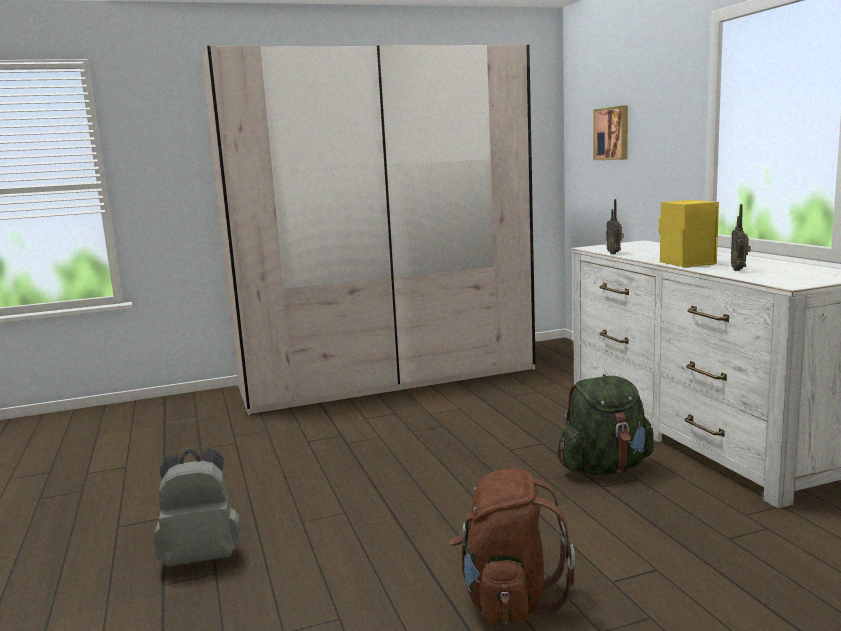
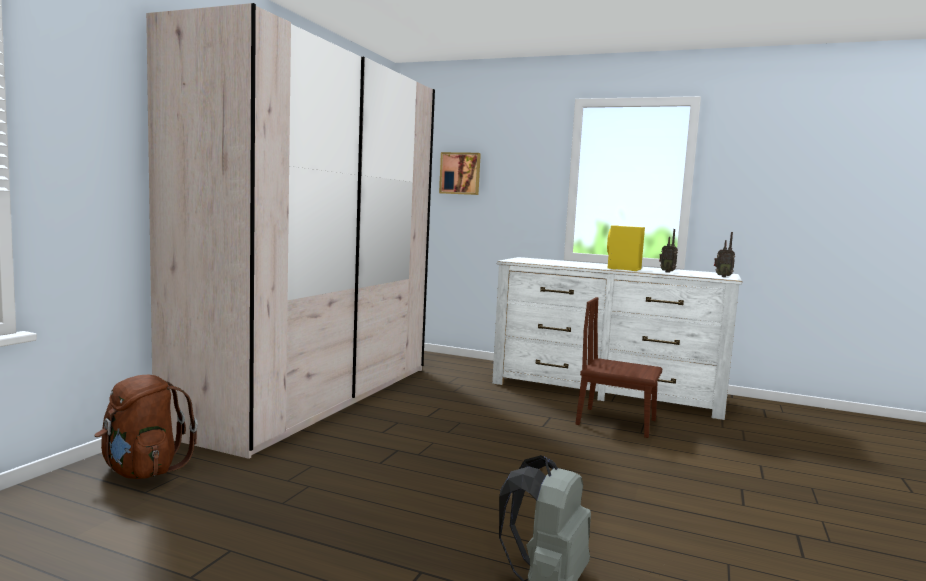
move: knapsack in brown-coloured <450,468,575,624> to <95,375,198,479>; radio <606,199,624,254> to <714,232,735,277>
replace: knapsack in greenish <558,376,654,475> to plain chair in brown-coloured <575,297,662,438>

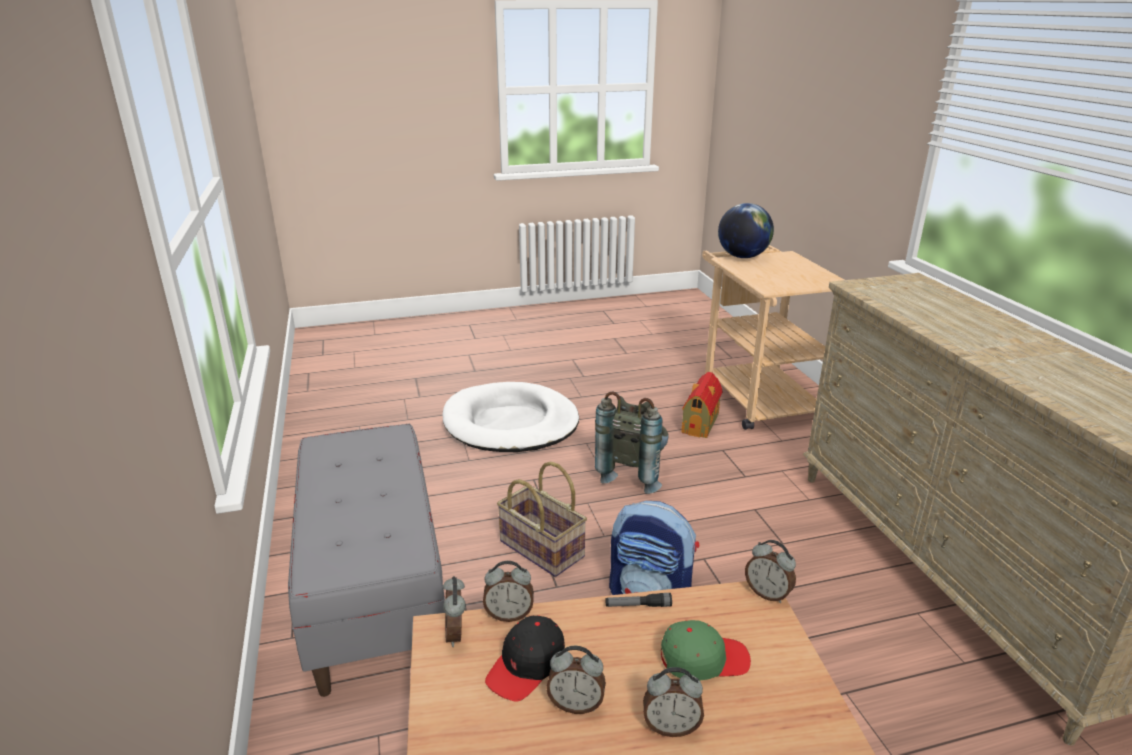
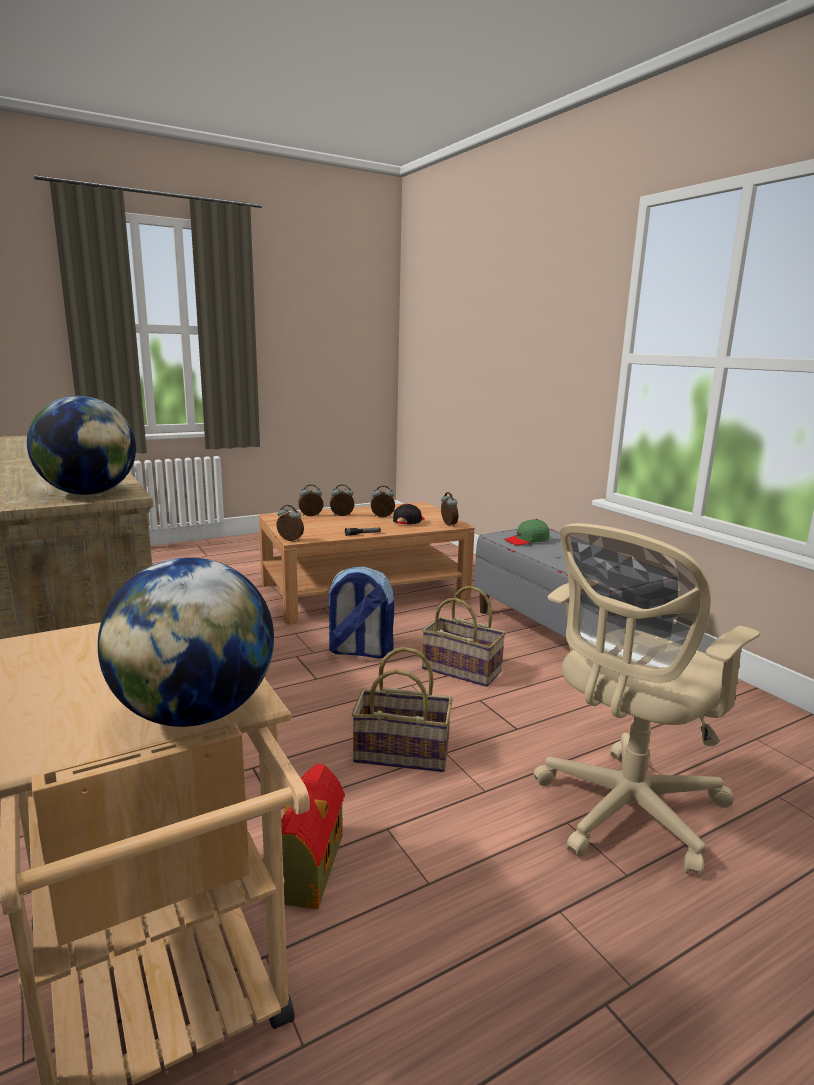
insert: globe <27,396,136,495>
move: bedside clock <483,561,534,622> to <298,484,323,516>; cap in greenish <661,620,751,681> to <504,519,549,545>
replace: dog cushion in whitish <442,382,579,452> to desk chair in sand-coloured <533,523,760,877>; knapsack in greyish <595,391,669,494> to storage basket <351,647,452,772>

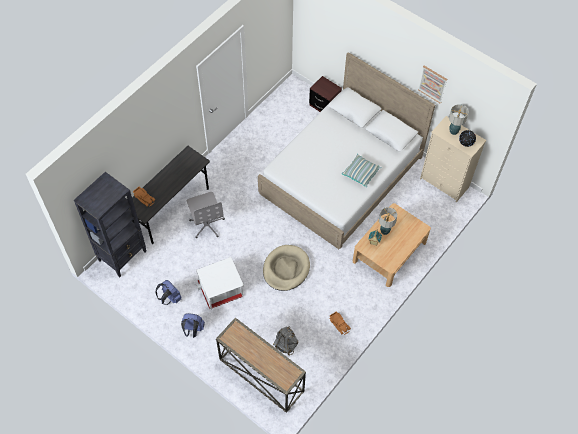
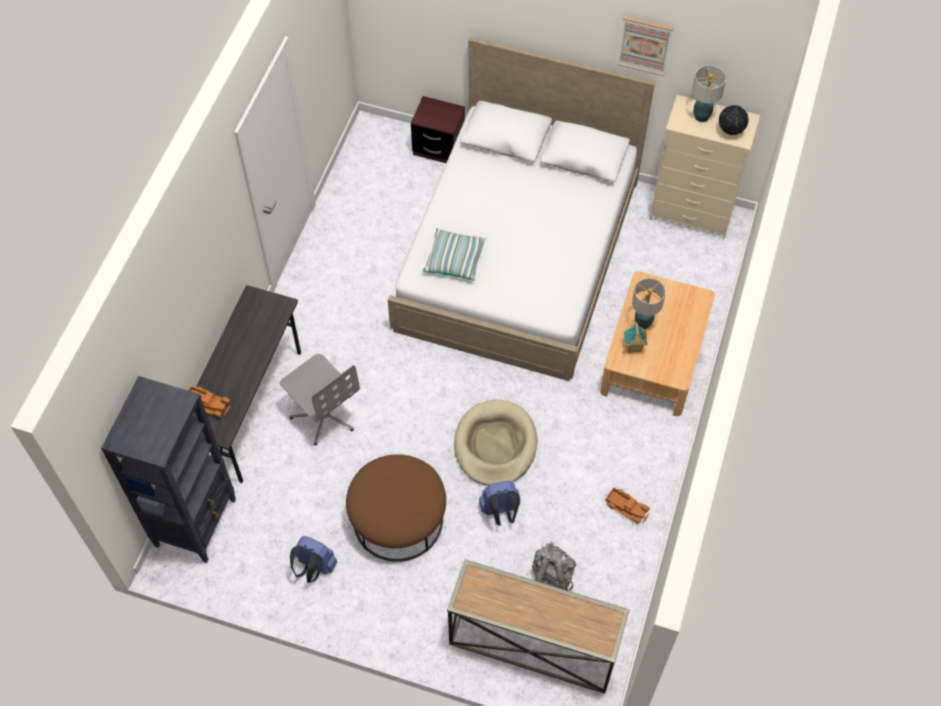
move: knapsack in blue-coloured <181,313,205,338> to <479,481,520,526>; pillow <342,154,381,187> to <422,228,487,281>
replace: storage container in whitish <196,257,244,310> to ottoman in brown-coloured <346,454,446,562>

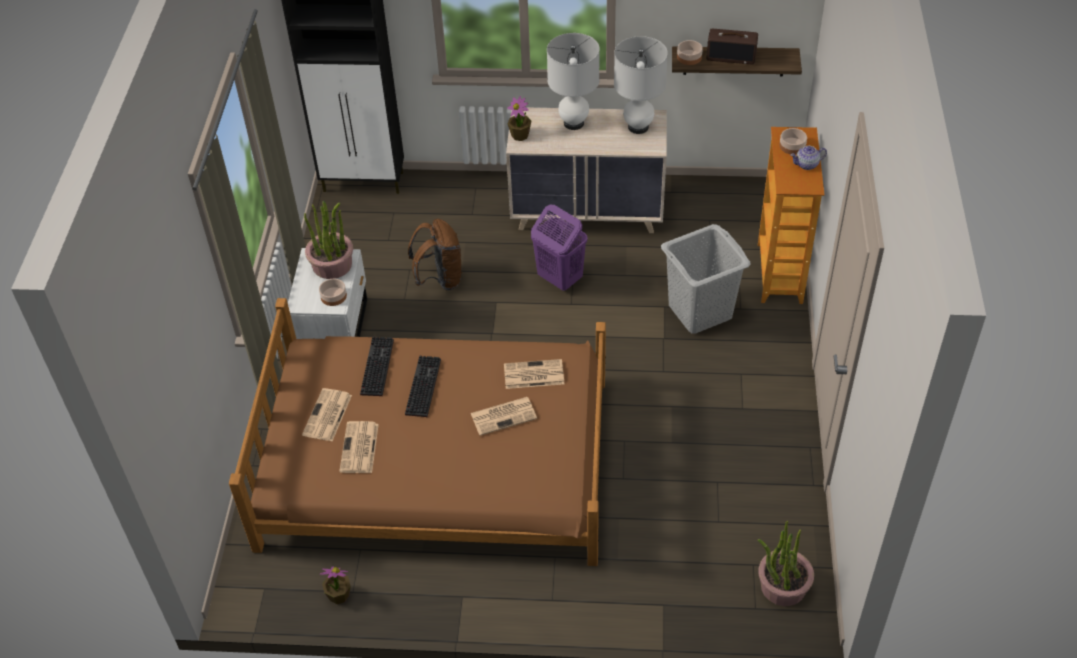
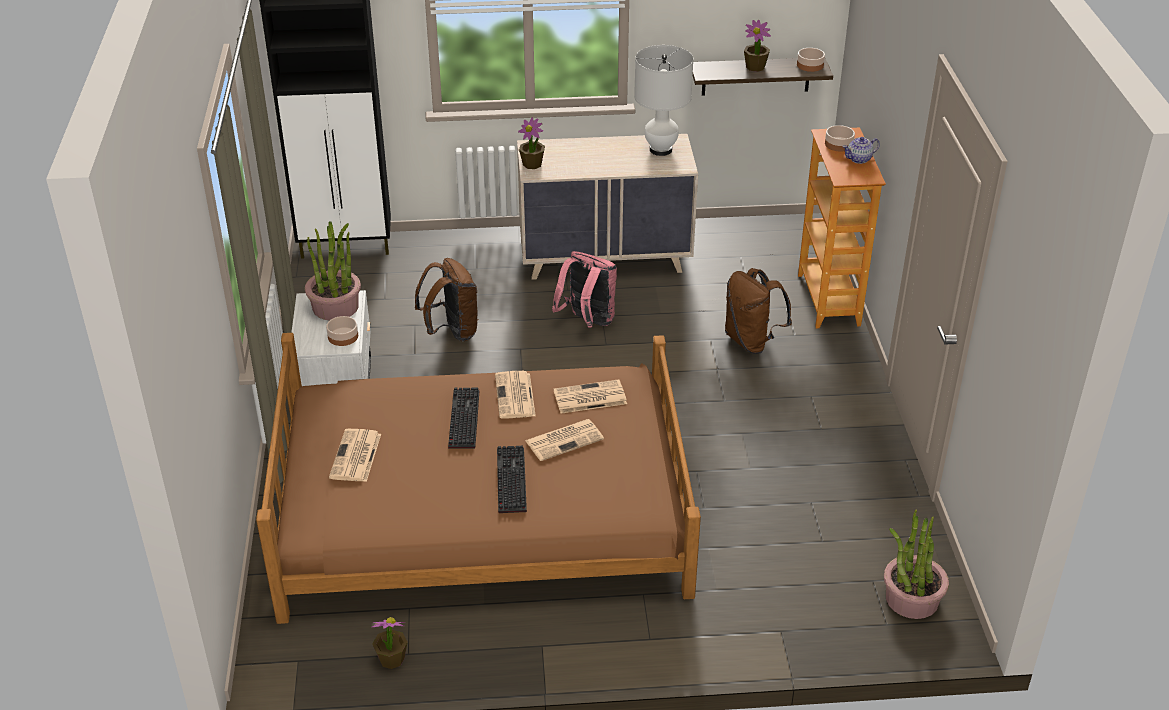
delete: lamp for a table in whitish <547,33,600,130>
move: printed paper <339,421,379,473> to <495,371,536,419>; PC keyboard <360,337,394,396> to <497,446,527,513>; serving bowl <677,40,703,65> to <797,48,825,72>
replace: hamper in purple-coloured <531,205,587,291> to knapsack in pink <552,251,617,327>; hamper in greyish <661,224,751,334> to knapsack in brown-coloured <725,268,792,354>; radio <706,29,758,64> to plant in a pot <744,20,771,72>

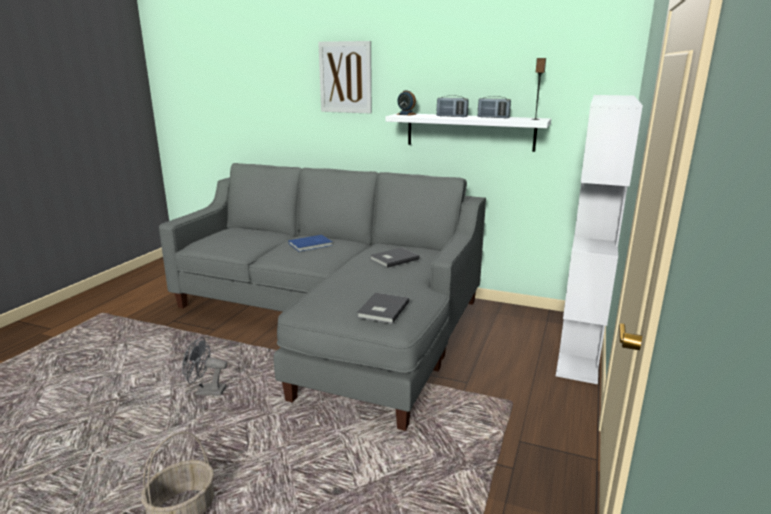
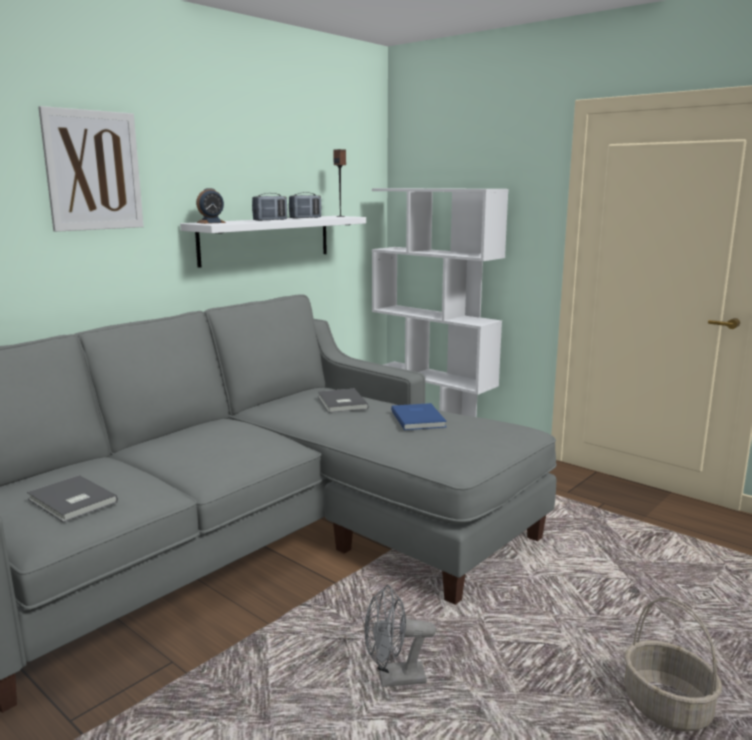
move: book in blue-coloured <289,235,333,252> to <391,403,447,430>; book in greyish <357,293,409,324> to <27,475,118,523>
rotate: fan in greyish <182,337,227,396> = <364,585,436,687> 60 degrees clockwise

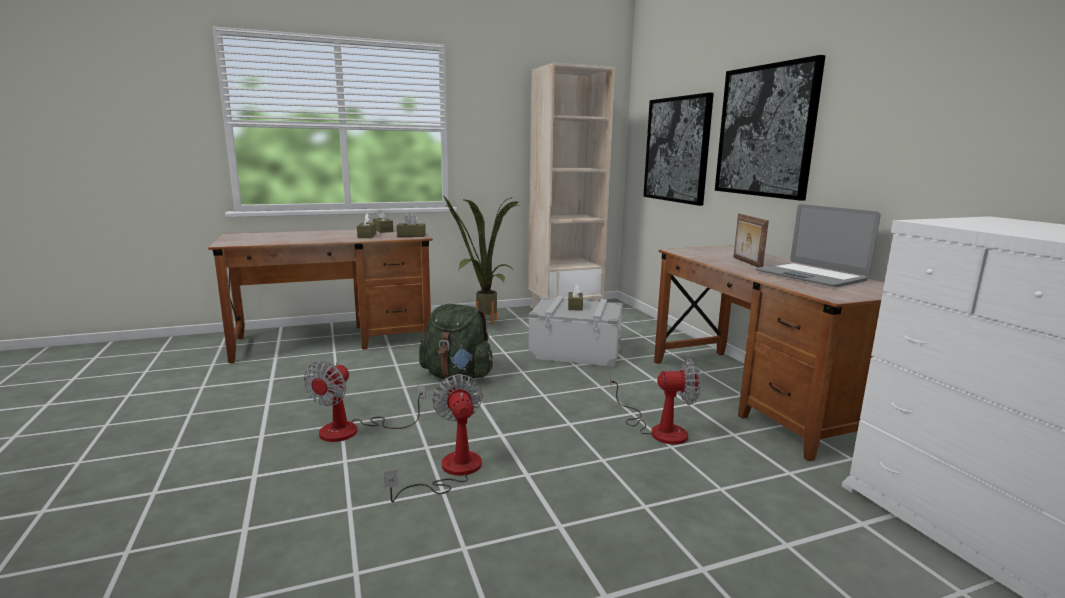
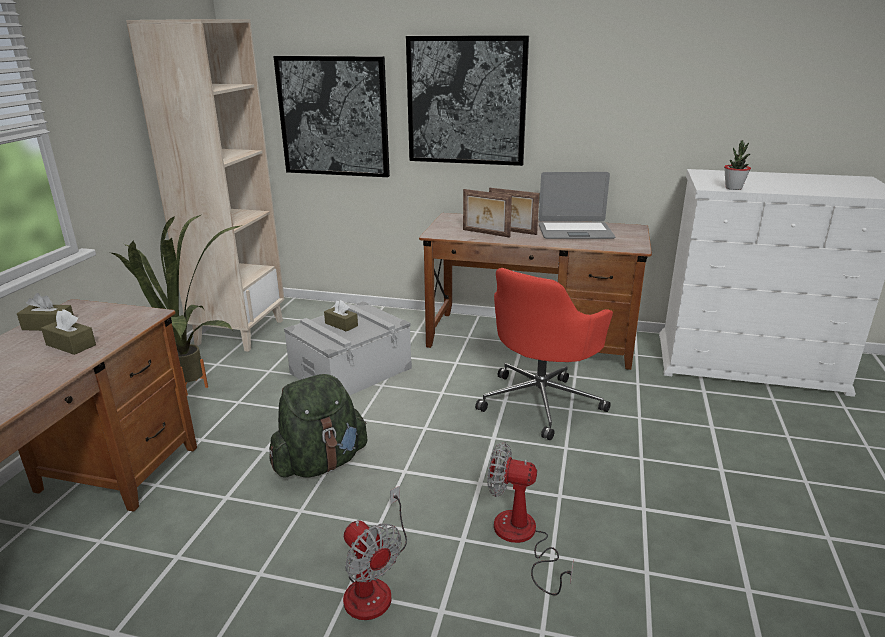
delete: tissue holder in brown-coloured <397,213,426,237>
insert: photo frame <463,189,512,238>; plant in a pot <724,140,751,190>
replace: fan <610,359,701,445> to desk chair in red-coloured <475,268,613,440>

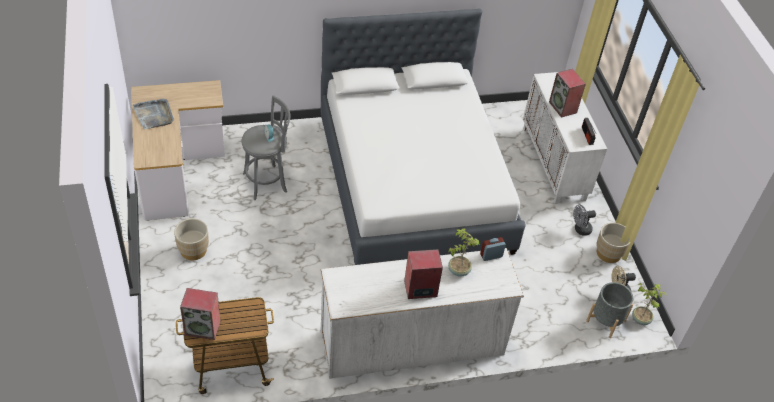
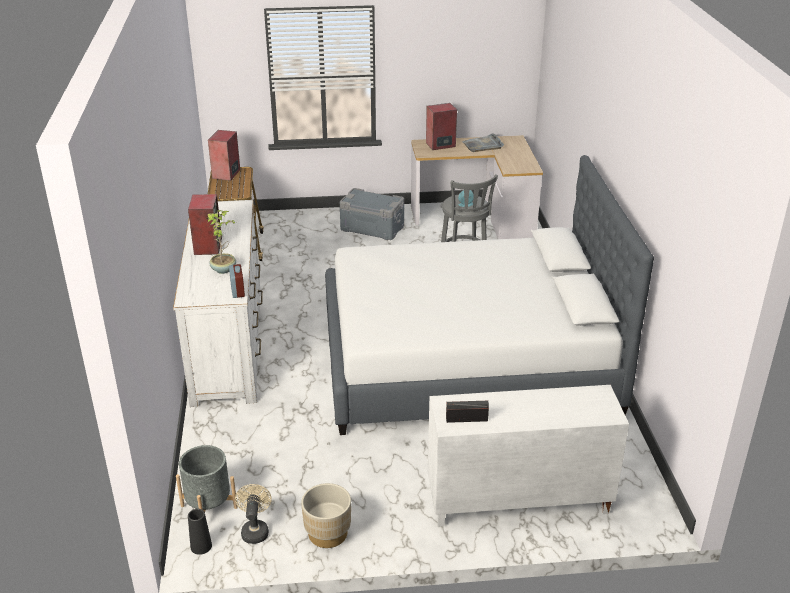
delete: fan in greyish <573,205,596,236>
move: speaker <549,69,586,118> to <426,103,457,150>
replace: plant pot in sand-coloured <174,218,209,260> to storage container in greyish <340,188,404,240>; plant in a pot <632,283,667,325> to decorative vase in black-coloured <188,509,212,555>

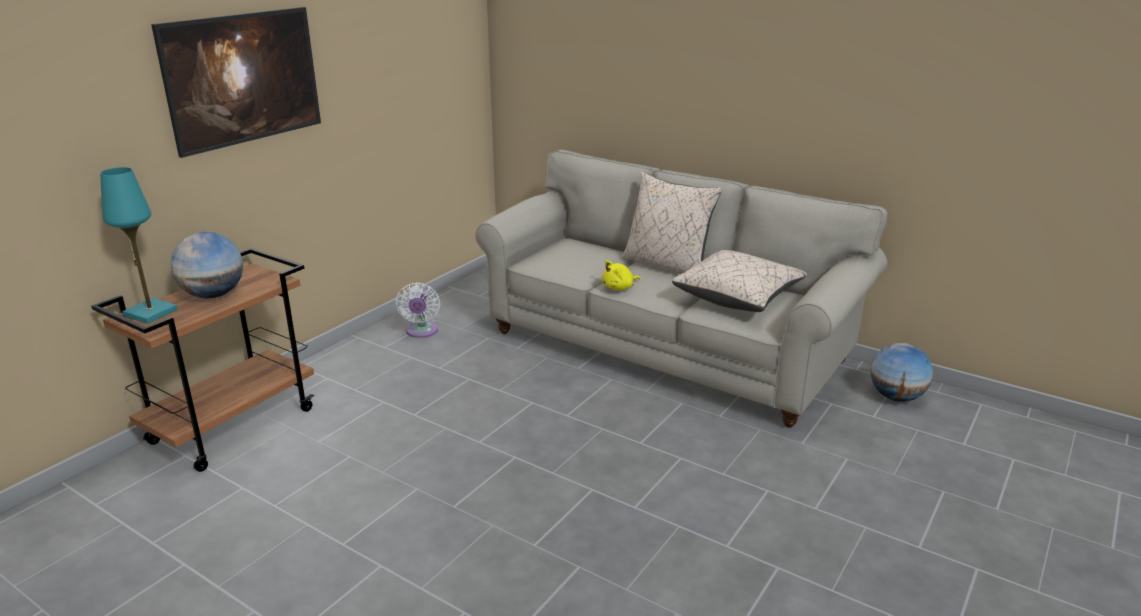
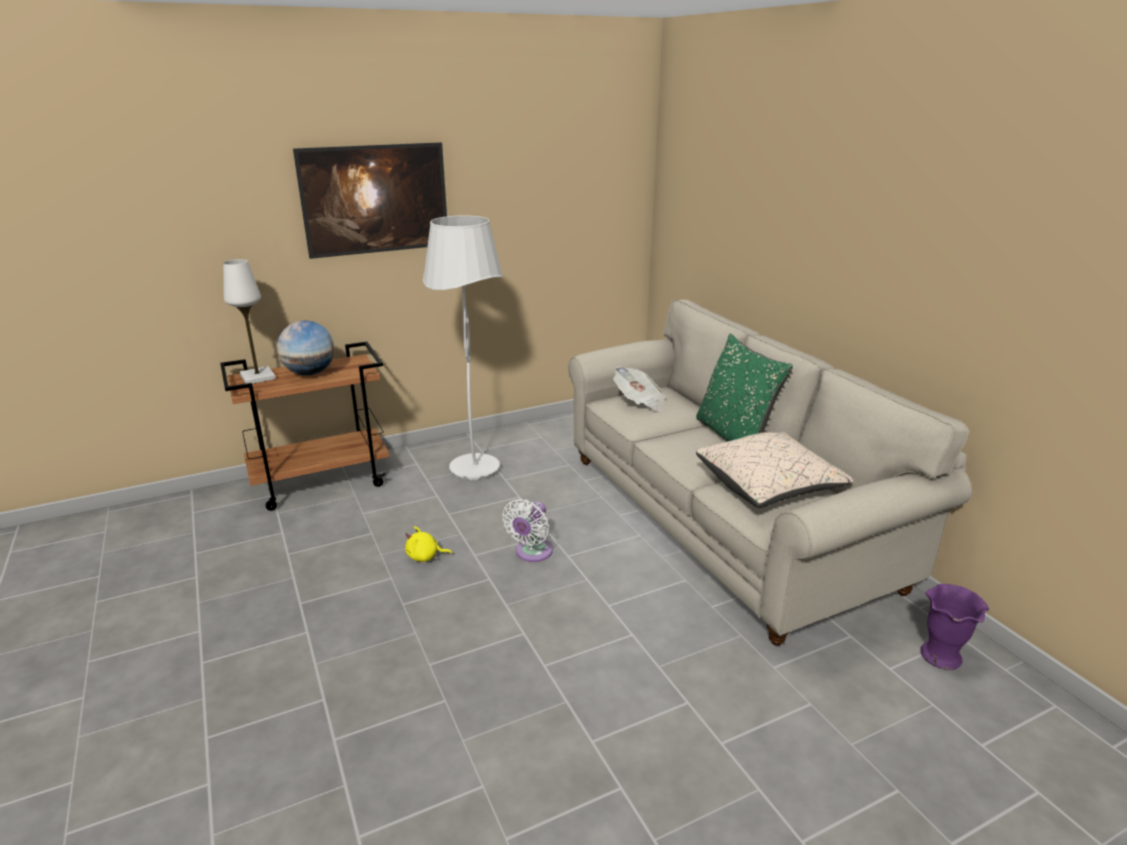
insert: floor lamp in whitish <423,215,503,480>; printed paper <613,366,666,412>
move: fan in whitish <395,283,440,338> to <502,499,553,562>; cuddly toy in yellow <602,260,641,290> to <405,526,452,562>
replace: globe <870,343,933,402> to decorative vase in purple-coloured <920,584,989,670>
recolor: lamp for a table in turquoise <100,167,178,324> to lamp for a table in whitish <223,259,276,384>; pillow in sand-coloured <623,172,722,274> to pillow in greenish <696,333,793,441>

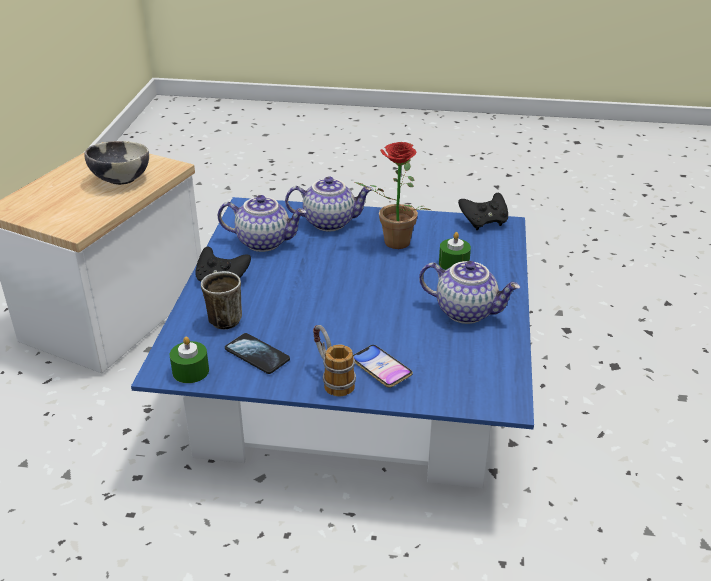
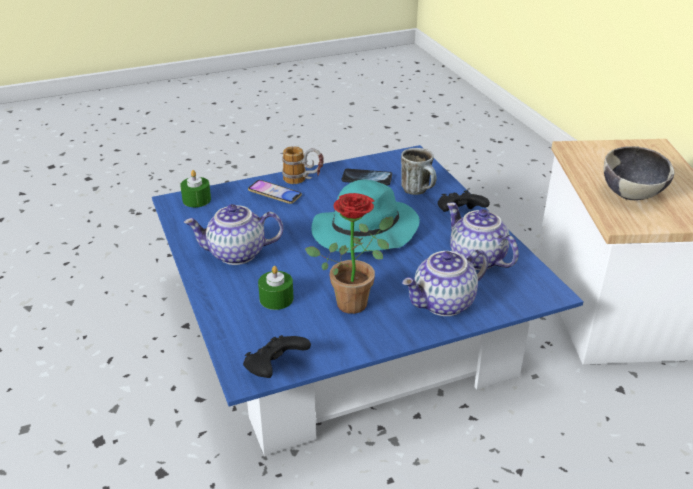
insert: wearable hat in turquoise <311,180,420,253>
move: wax candle in greenish <170,337,209,383> to <180,170,211,207>
rotate: tea pot <218,195,306,252> = <447,202,519,270> 75 degrees clockwise

